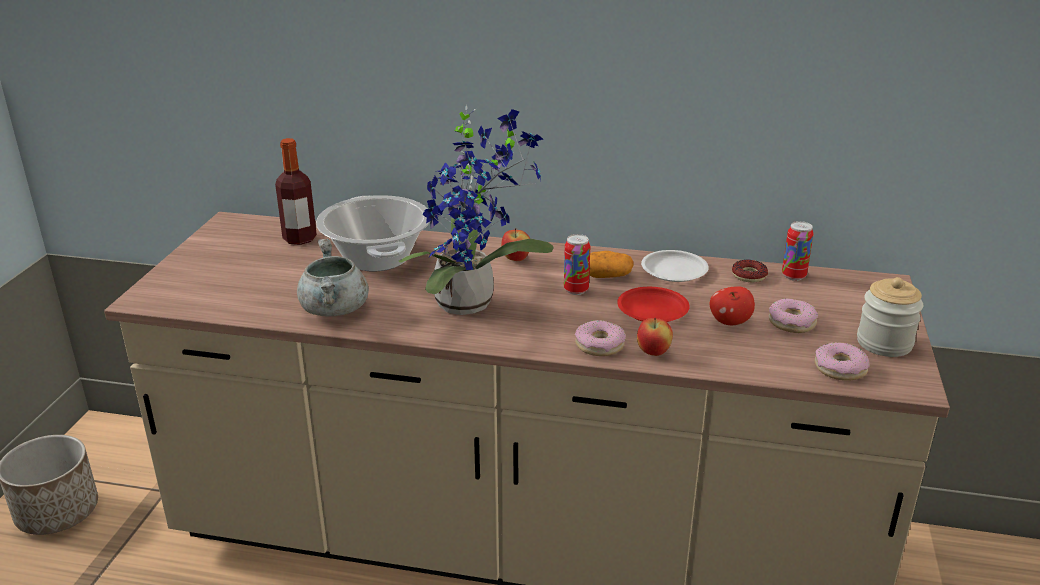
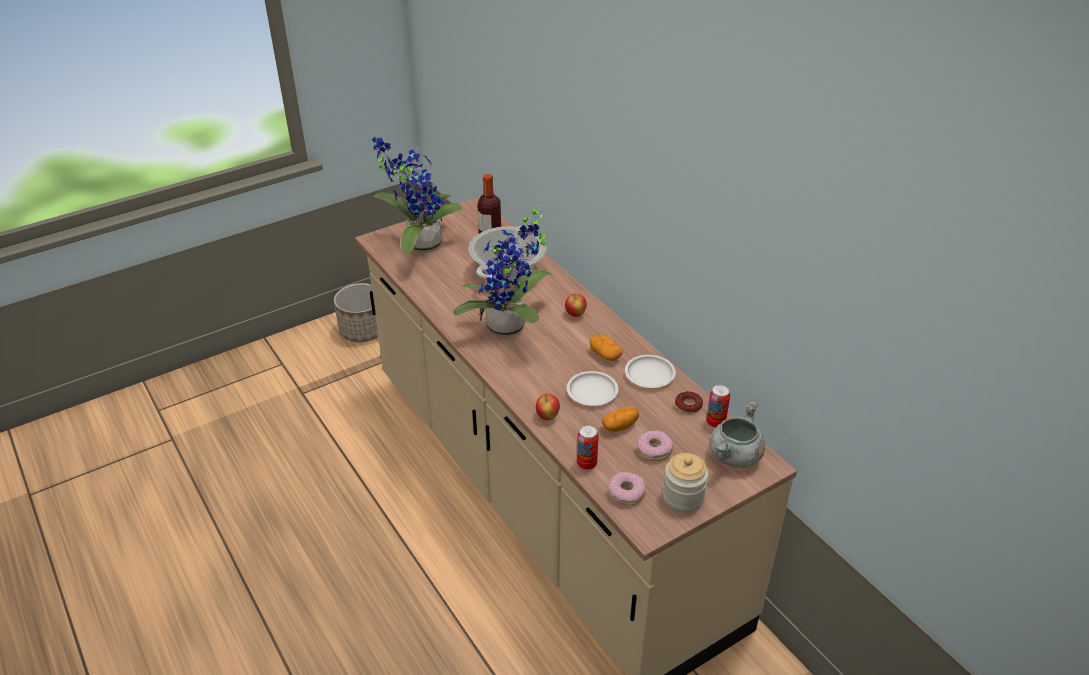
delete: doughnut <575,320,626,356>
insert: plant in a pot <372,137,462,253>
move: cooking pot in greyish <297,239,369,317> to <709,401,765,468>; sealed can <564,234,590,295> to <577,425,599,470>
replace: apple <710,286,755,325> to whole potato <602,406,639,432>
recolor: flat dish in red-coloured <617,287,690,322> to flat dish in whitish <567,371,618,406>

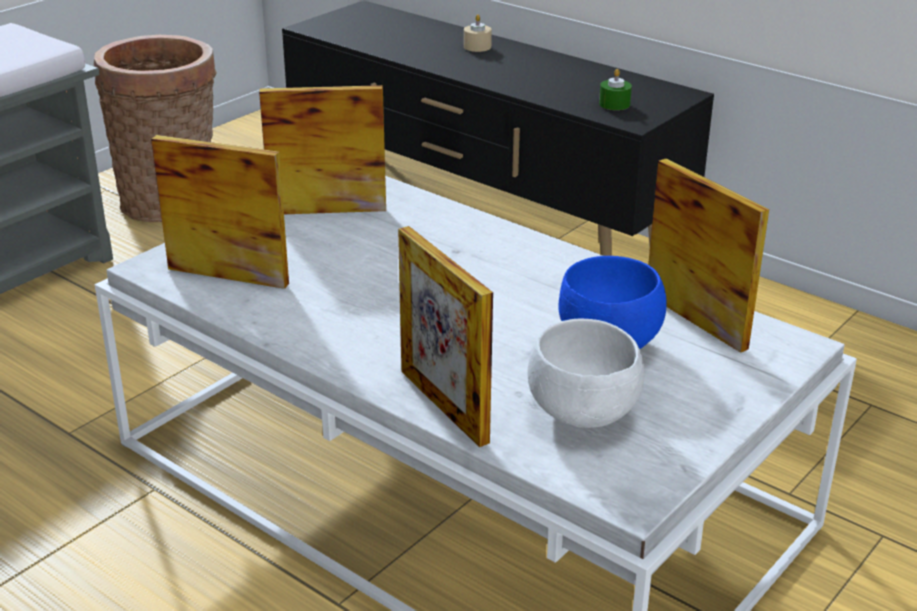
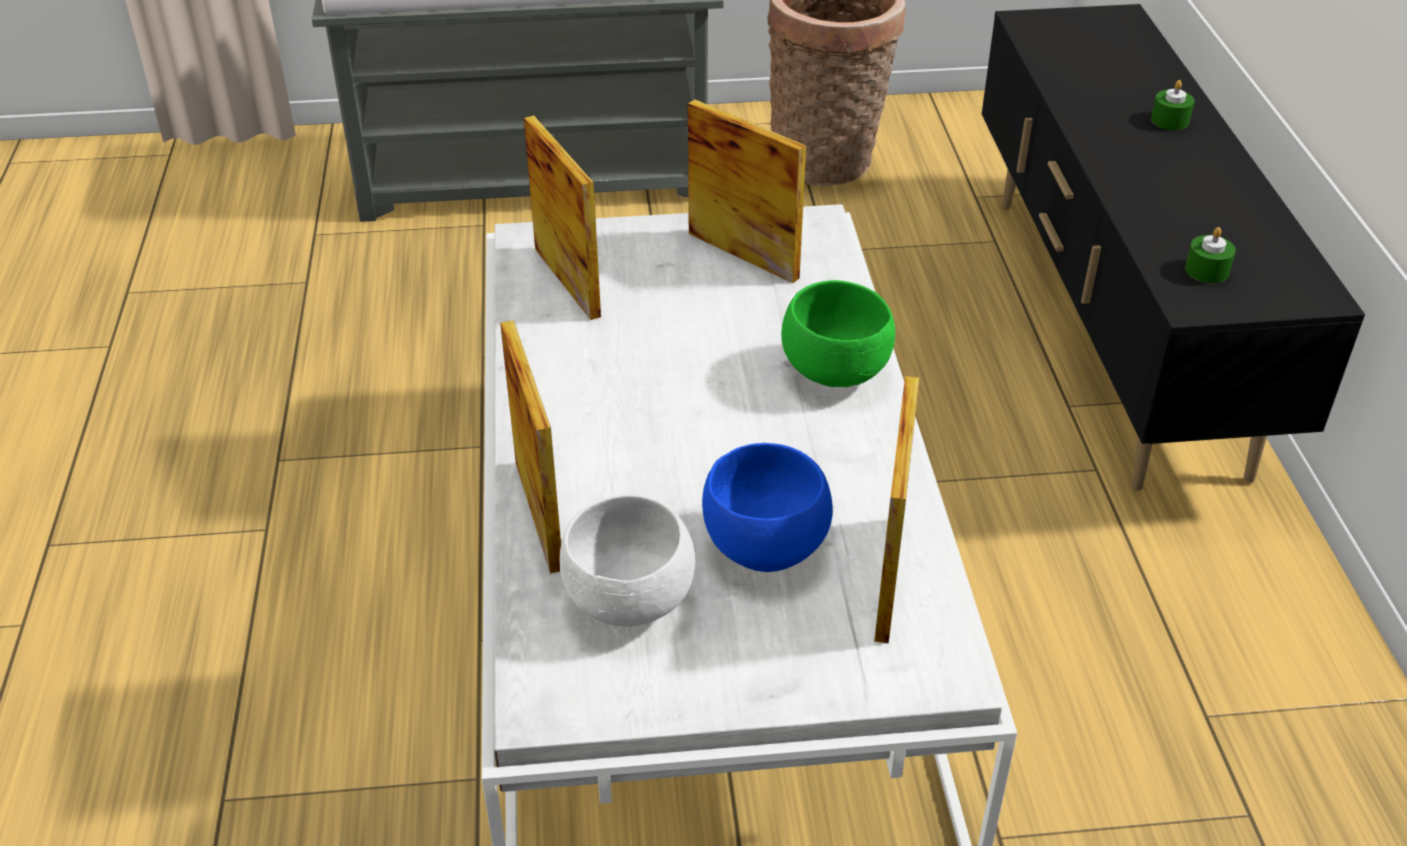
insert: serving bowl in greenish <781,280,895,387>
recolor: wax candle in sand-coloured <464,14,492,52> to wax candle in greenish <1151,80,1195,130>
rotate: photo frame <398,226,493,447> = <500,320,561,573> 150 degrees clockwise

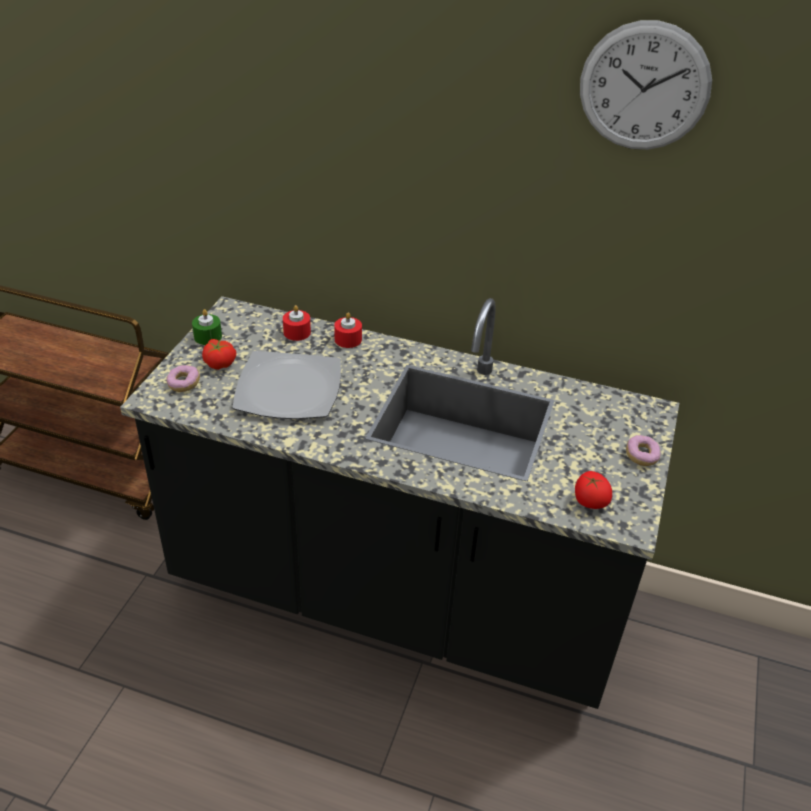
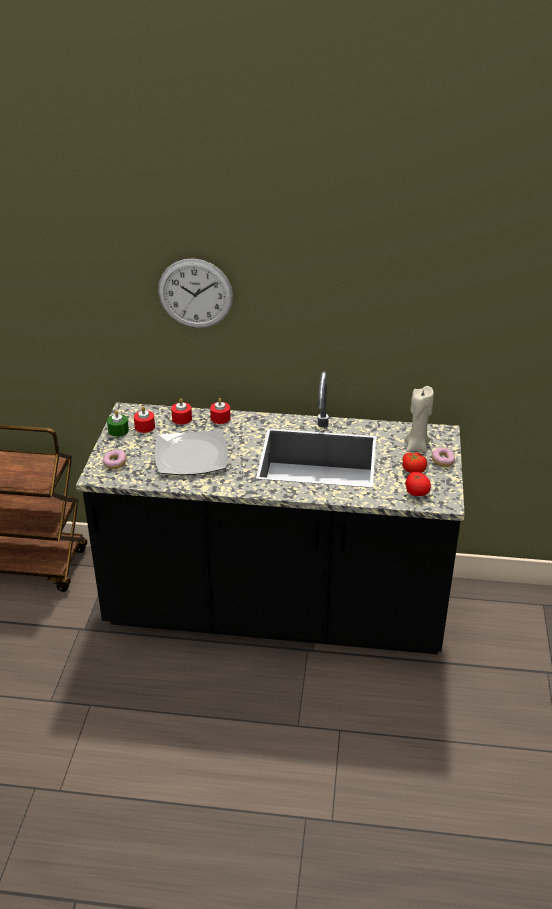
insert: wax candle in red-coloured <134,406,155,433>; wax candle in sand-coloured <404,386,434,453>
move: tomato <202,339,236,370> to <402,452,427,473>; wall clock <580,20,712,150> to <158,258,233,328>

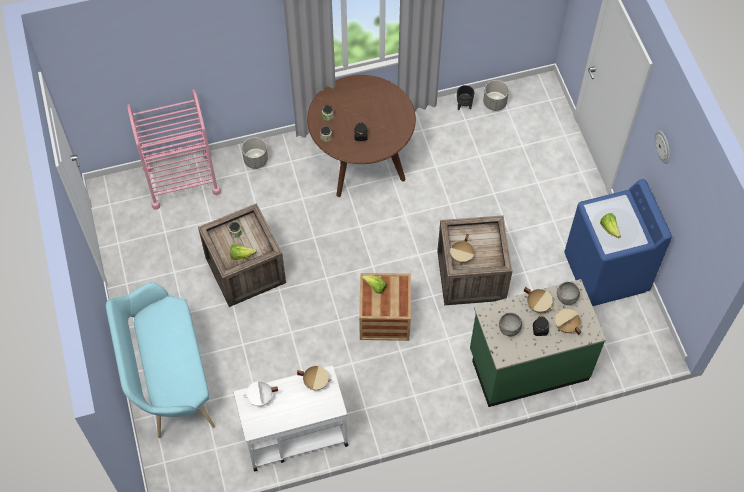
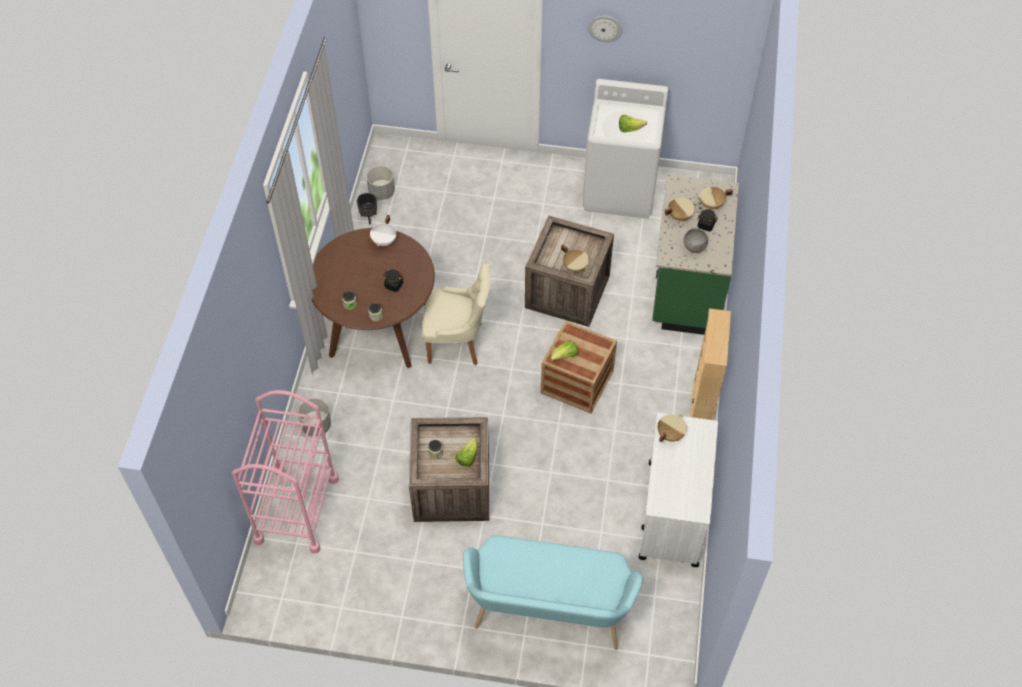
delete: serving bowl in greyish <557,282,580,305>
insert: plain chair in sand-coloured <422,263,490,365>; bookshelf in sand-coloured <690,308,731,420>
move: cooking pot in whitish <243,381,278,406> to <370,215,397,246>
recolor: washing machine in blue-coloured <564,179,672,306> to washing machine in whitish <582,79,669,219>

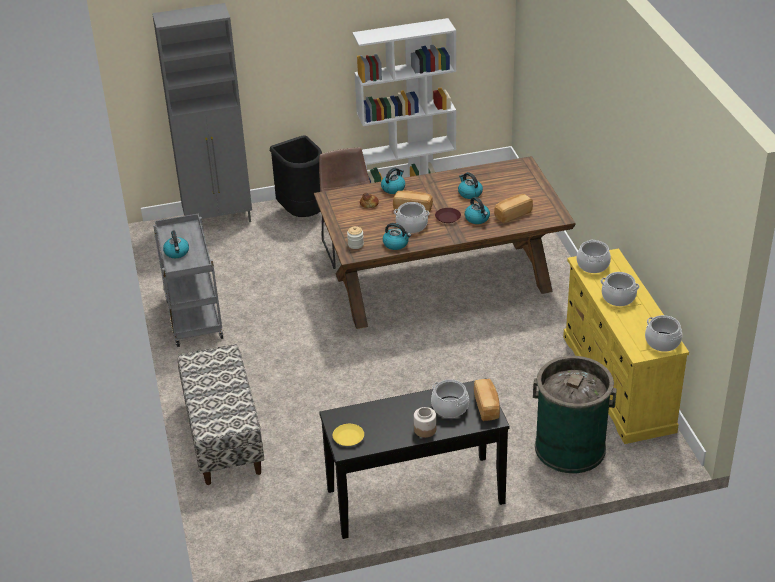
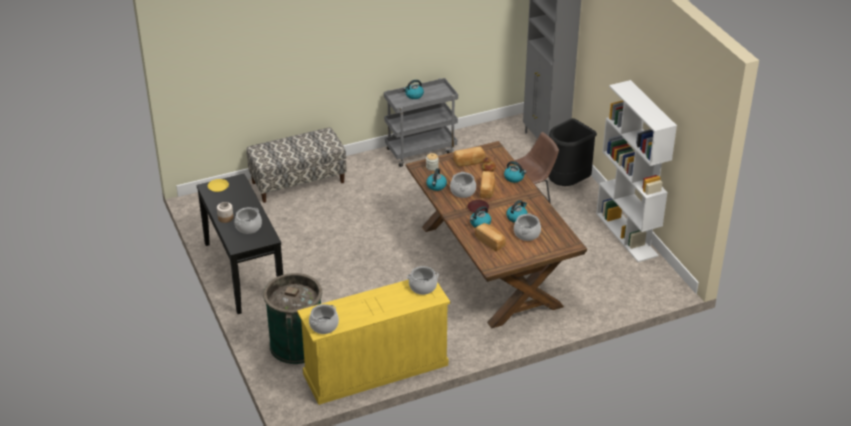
move: baked bread <474,379,500,421> to <453,147,486,167>; cooking pot <601,272,640,306> to <514,213,541,241>

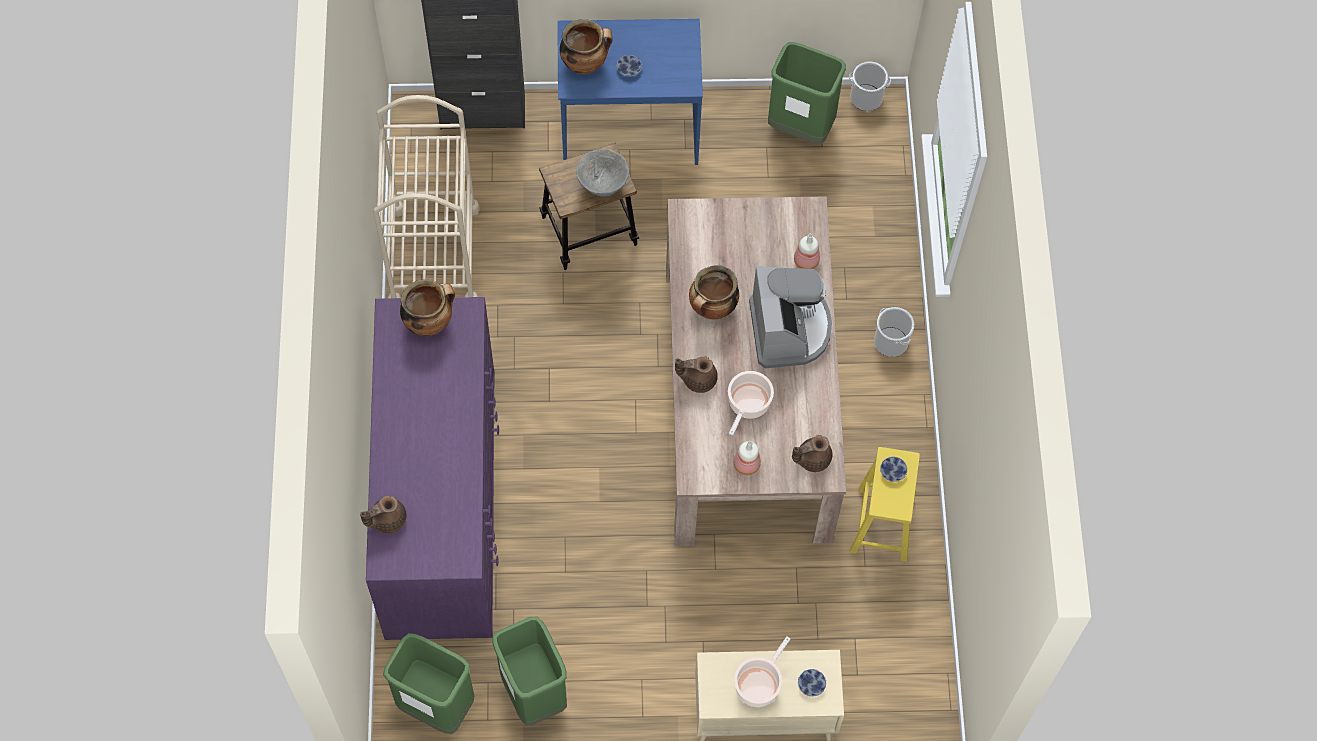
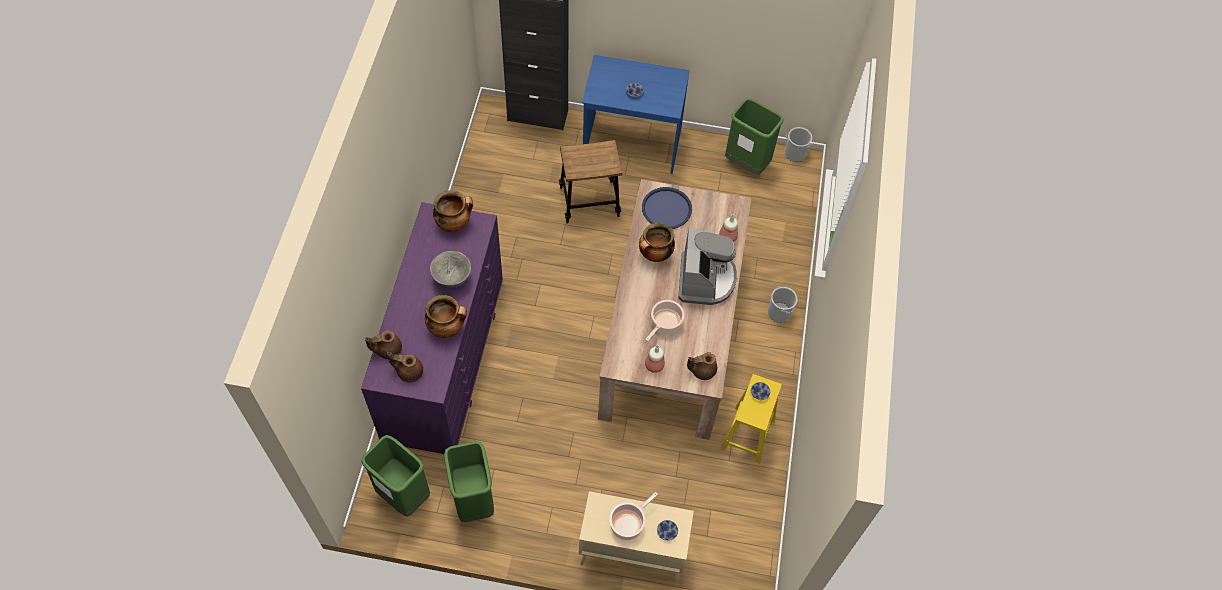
delete: wheeled cart in sand-coloured <373,95,480,298>
insert: serving tray in blue-coloured <642,187,692,229>
move: cooking pot <560,19,613,74> to <425,295,467,338>; serving bowl in greyish <576,149,629,197> to <430,251,471,288>; tea pot in brown-coloured <675,356,718,393> to <387,352,423,382>

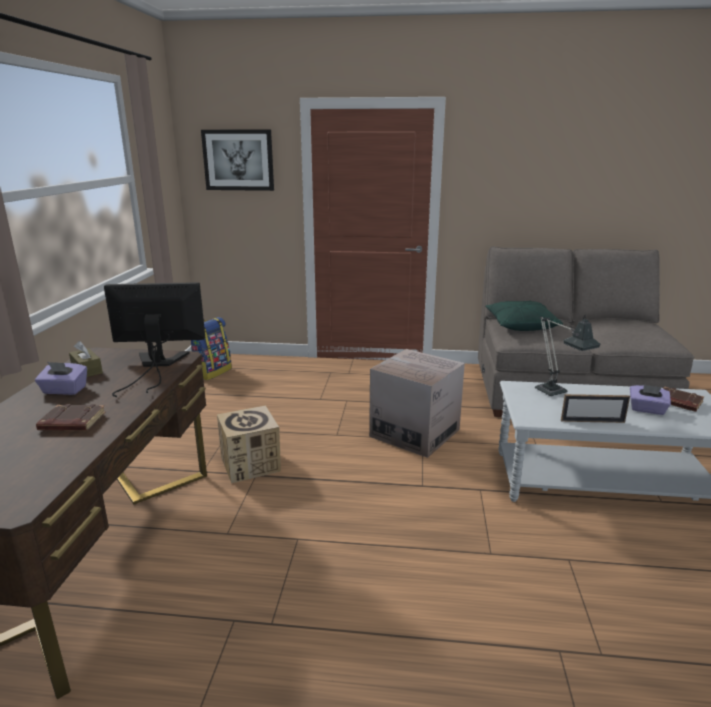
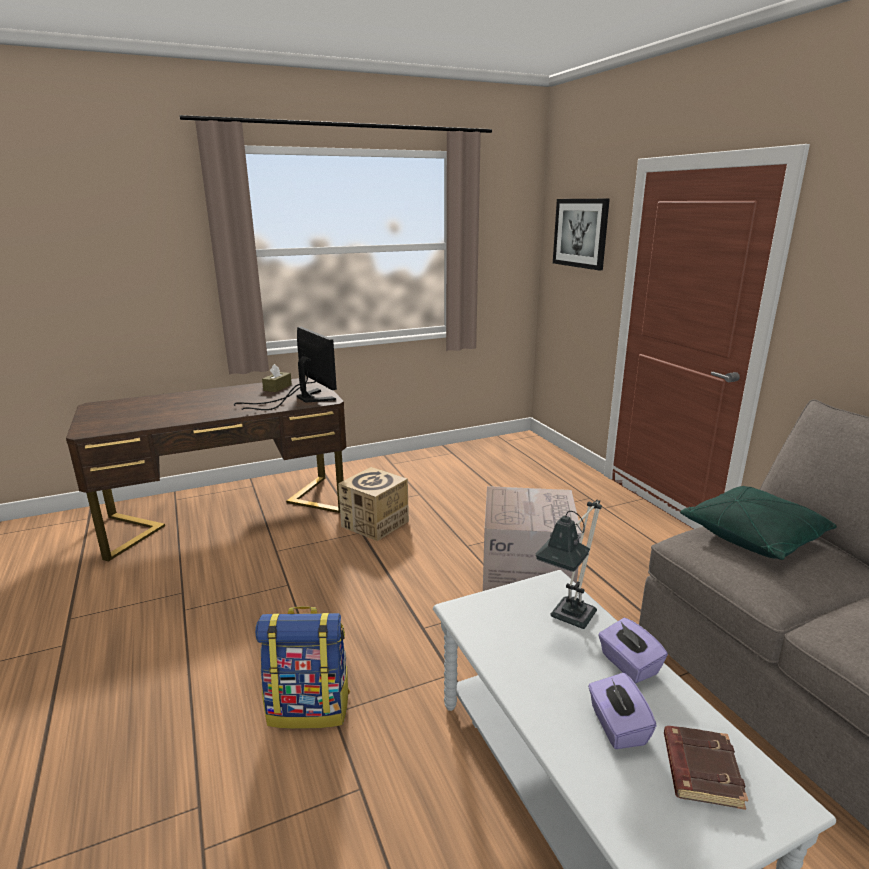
delete: book in brown-coloured <36,404,105,431>; photo frame <561,394,630,423>
move: tissue holder in purple-coloured <35,362,87,395> to <598,618,668,683>; knapsack <191,317,232,380> to <255,606,350,729>

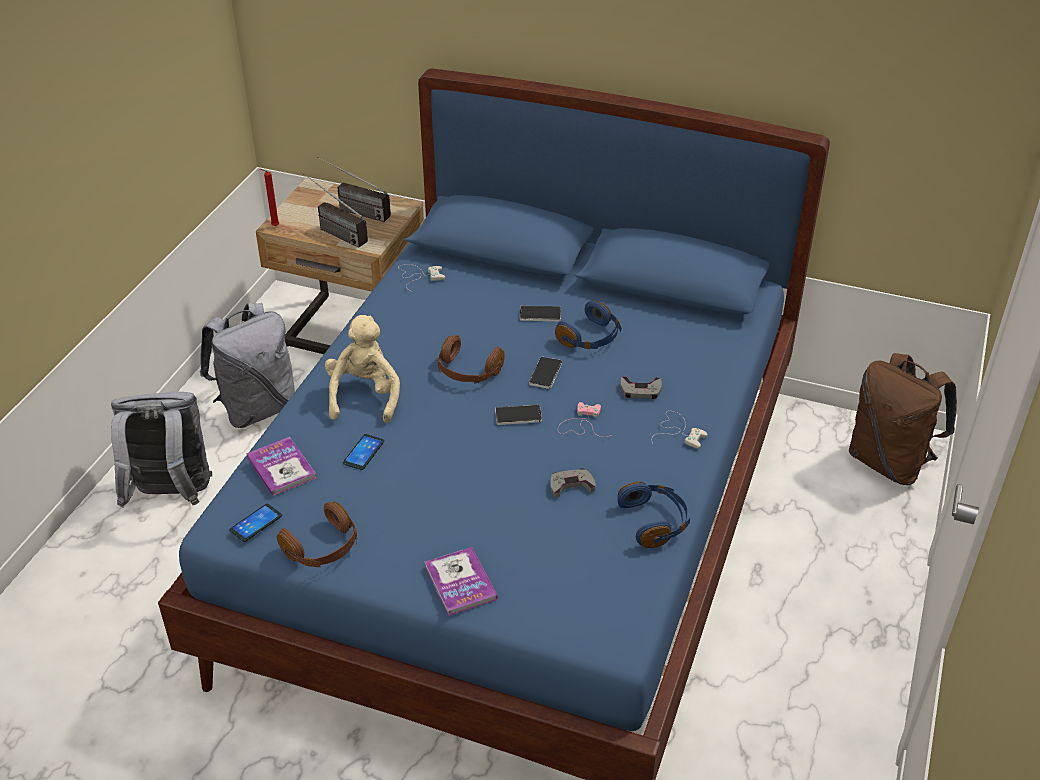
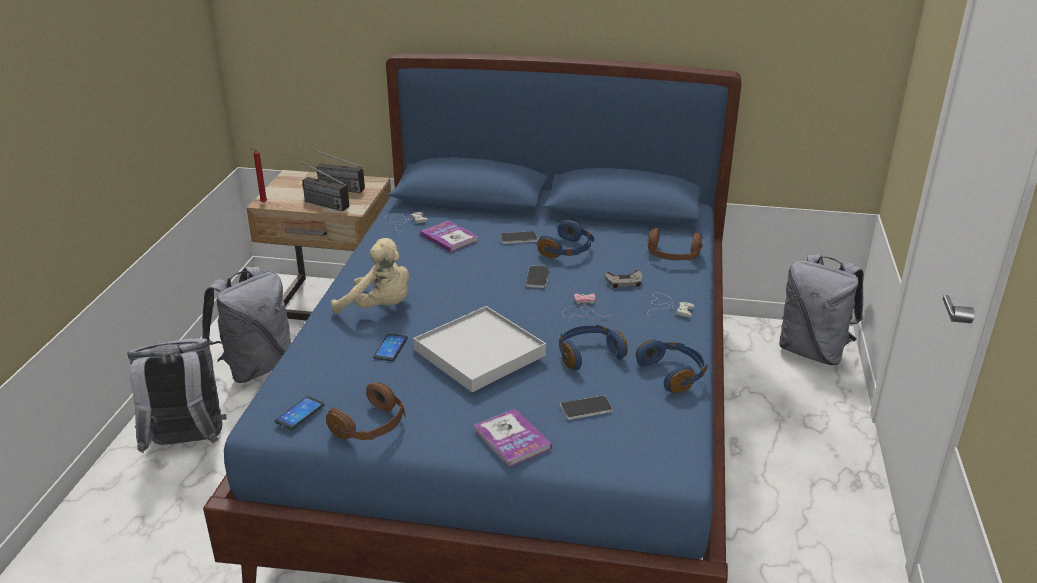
insert: serving tray in whitish <413,306,546,392>
move: book <246,437,316,496> to <420,221,478,252>; headset in brown-coloured <438,335,505,384> to <648,228,703,261>; phone <495,404,542,425> to <560,395,613,420>
replace: gamepad in greyish <550,468,596,497> to headset in blue-coloured <559,325,628,370>
recolor: knapsack in brown-coloured <849,353,957,485> to knapsack in greyish <779,254,864,365>
rotate: cuddly toy in sand-coloured <325,315,400,423> = <331,238,409,314> 120 degrees clockwise

